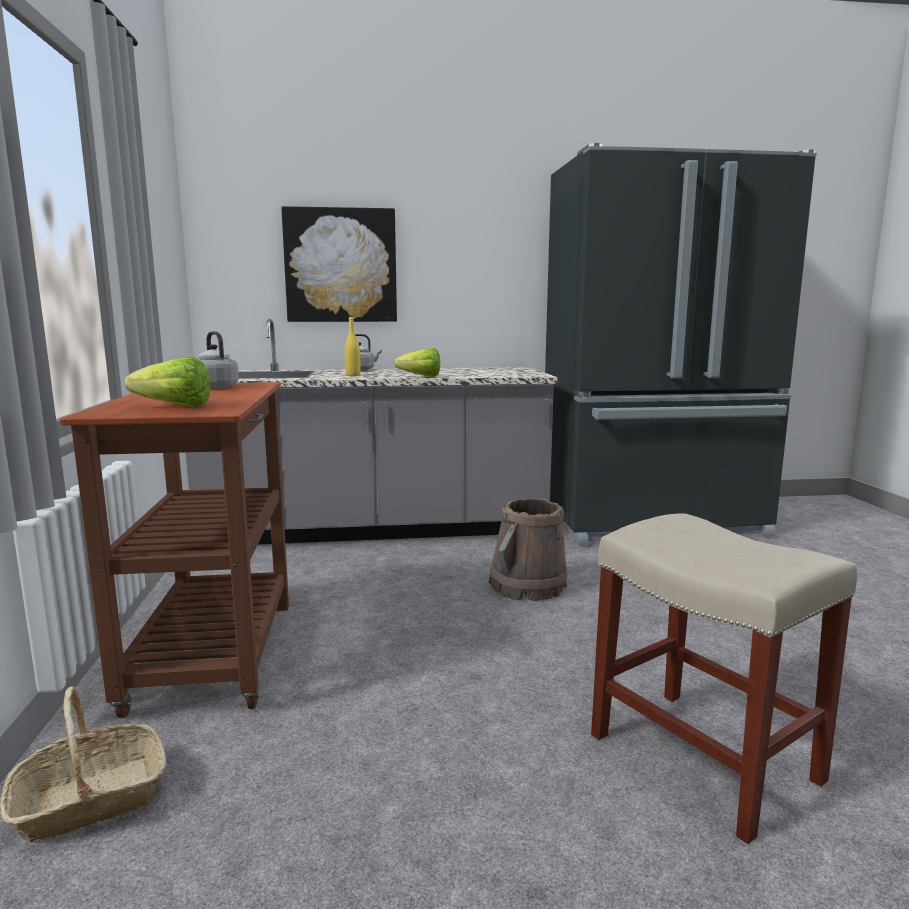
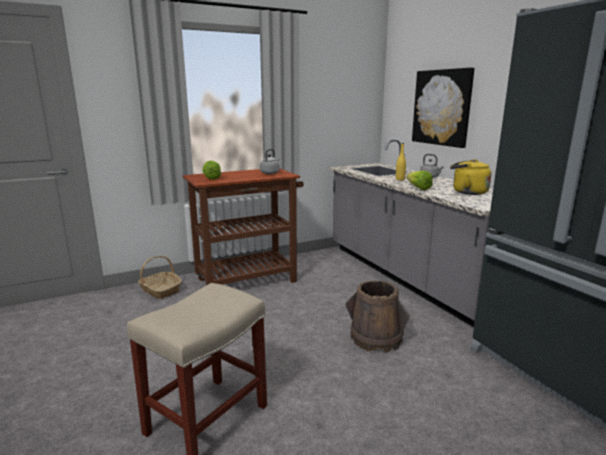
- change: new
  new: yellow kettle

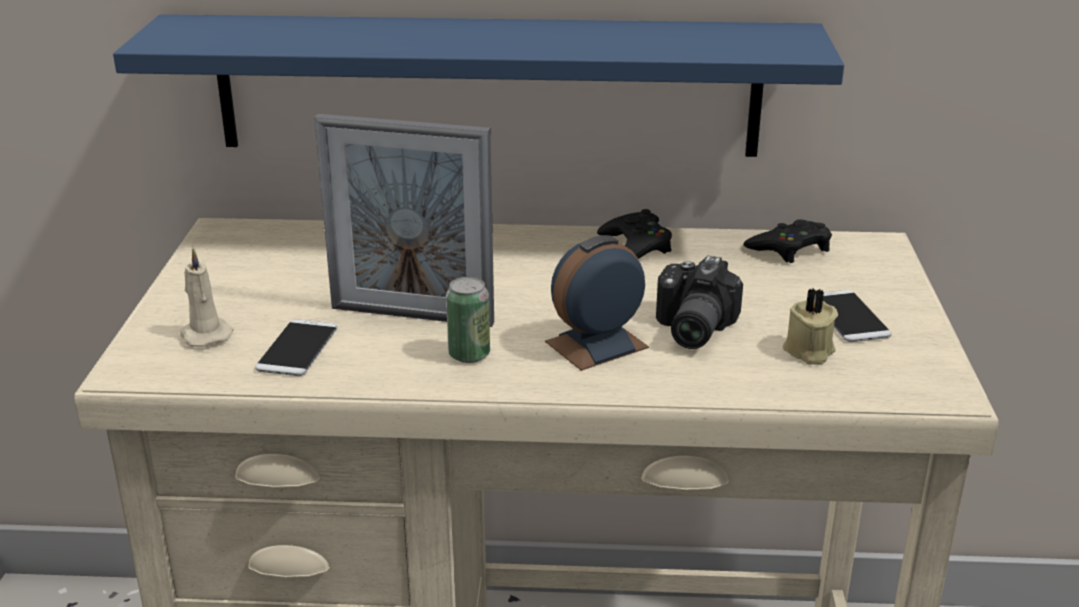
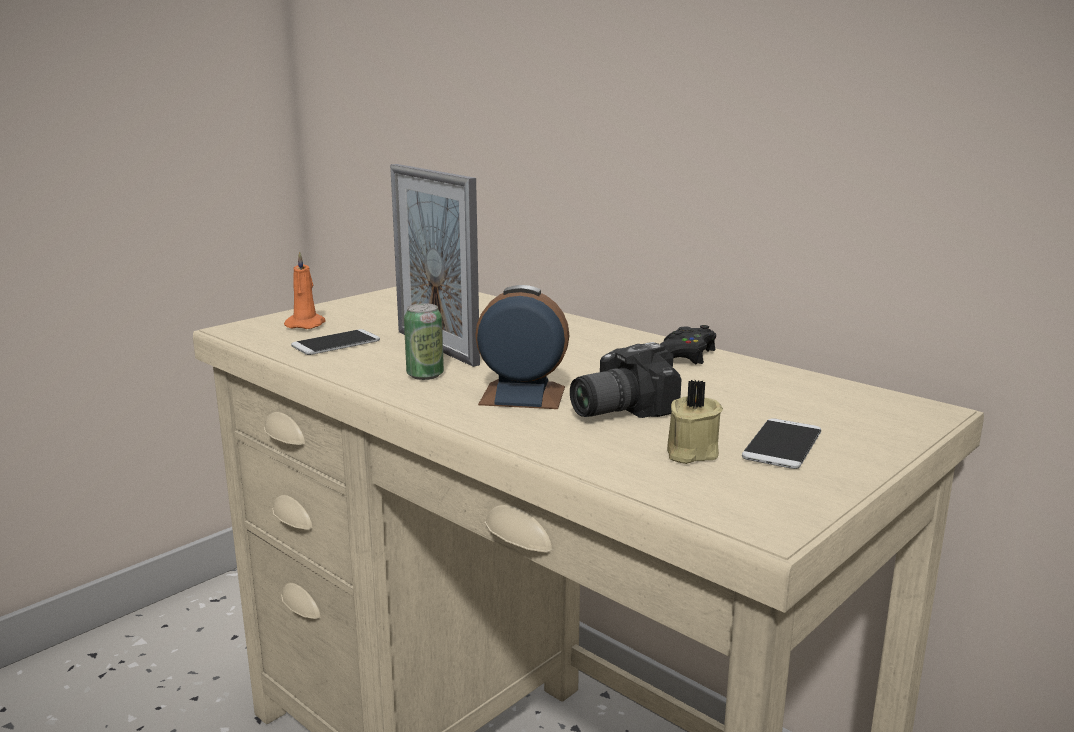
- change: gone
  old: blue shelf
- change: repainted
  old: beige candle (no. 1 from left)
  new: orange candle
- change: gone
  old: black game controller (no. 2 from left)

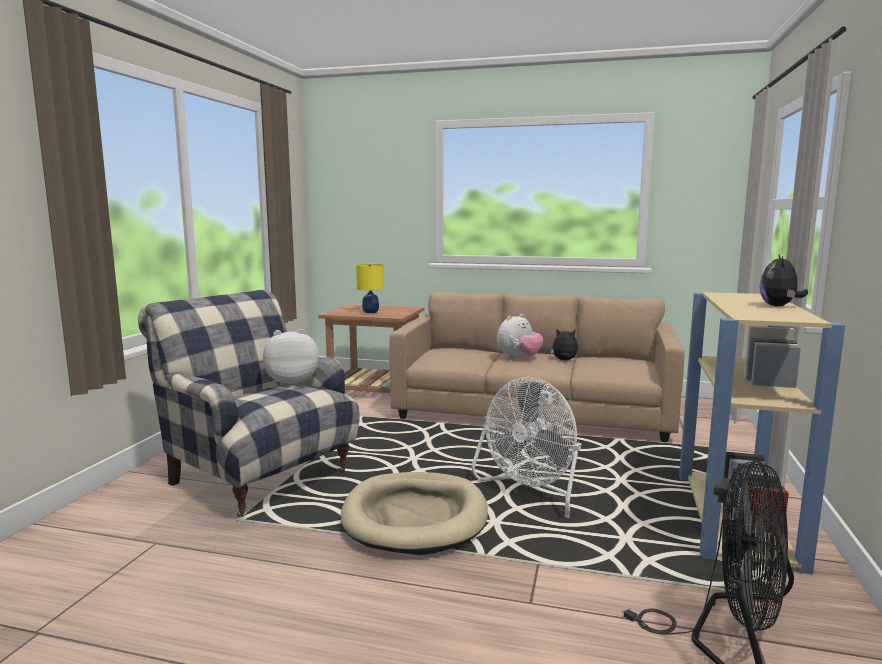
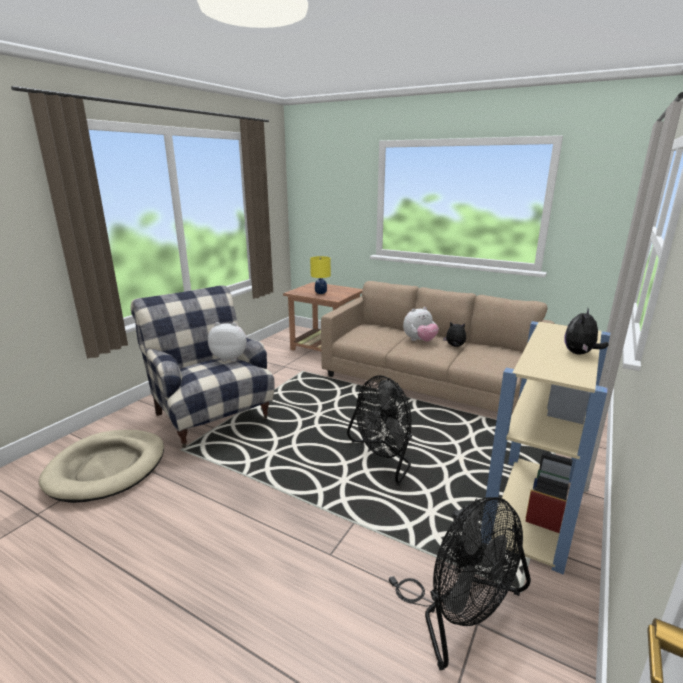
- change: shifted
  old: beige dog bed
- change: repainted
  old: white fan
  new: black fan (no. 1 from left)

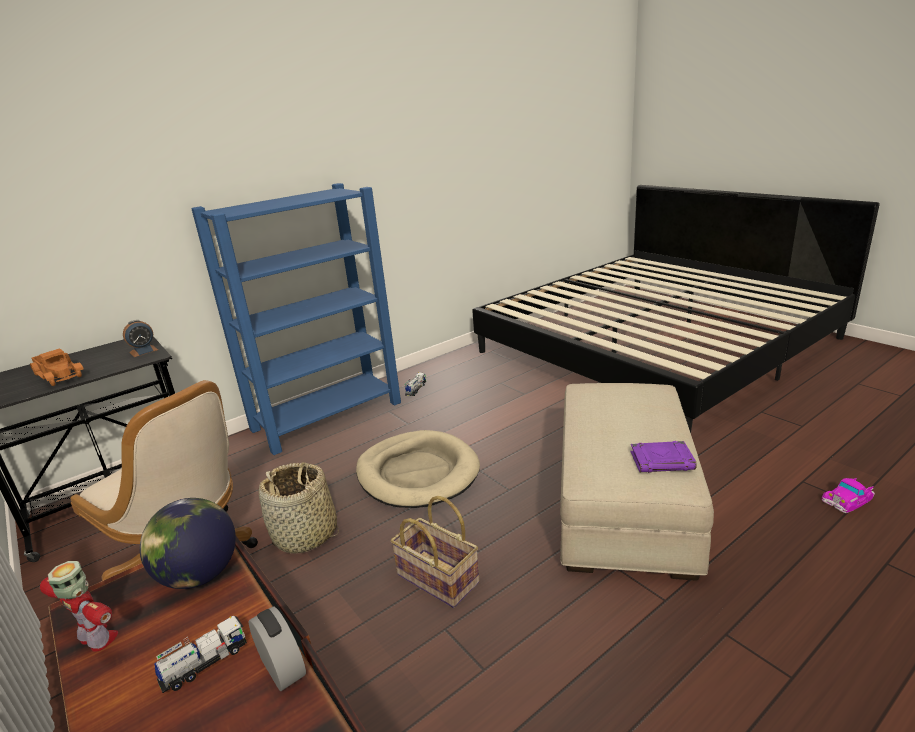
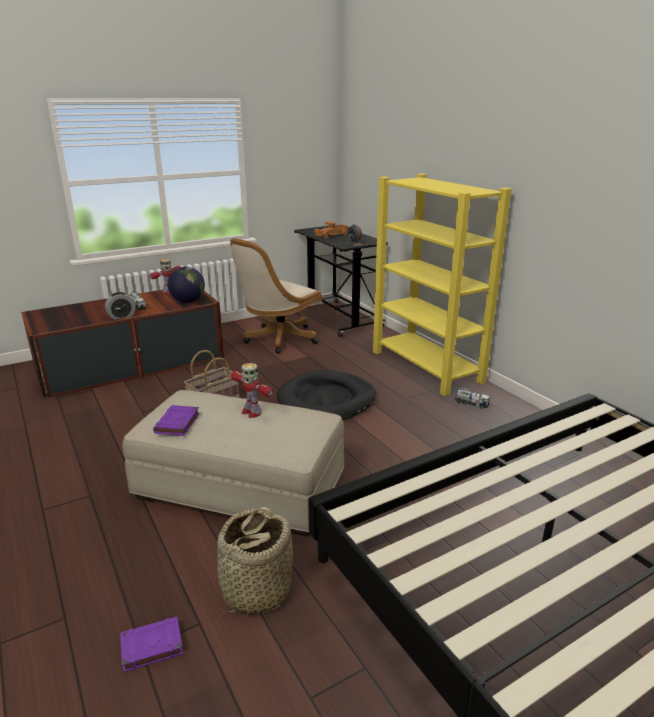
- change: repainted
  old: blue bookcase
  new: yellow bookcase
- change: shifted
  old: basket (no. 1 from left in the first image)
  new: basket (no. 2 from left)
- change: repainted
  old: beige dog bed
  new: black dog bed
- change: swapped
  old: toy car
  new: purple book (no. 1 from left)
- change: new
  new: toy robot (no. 2 from left)

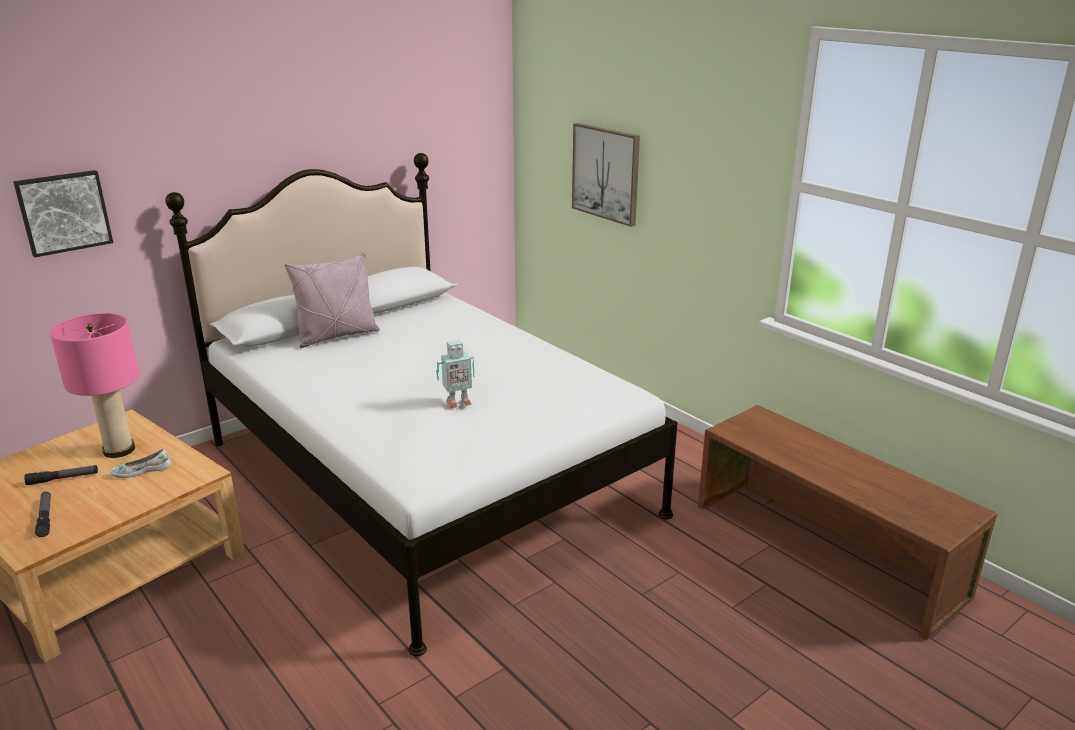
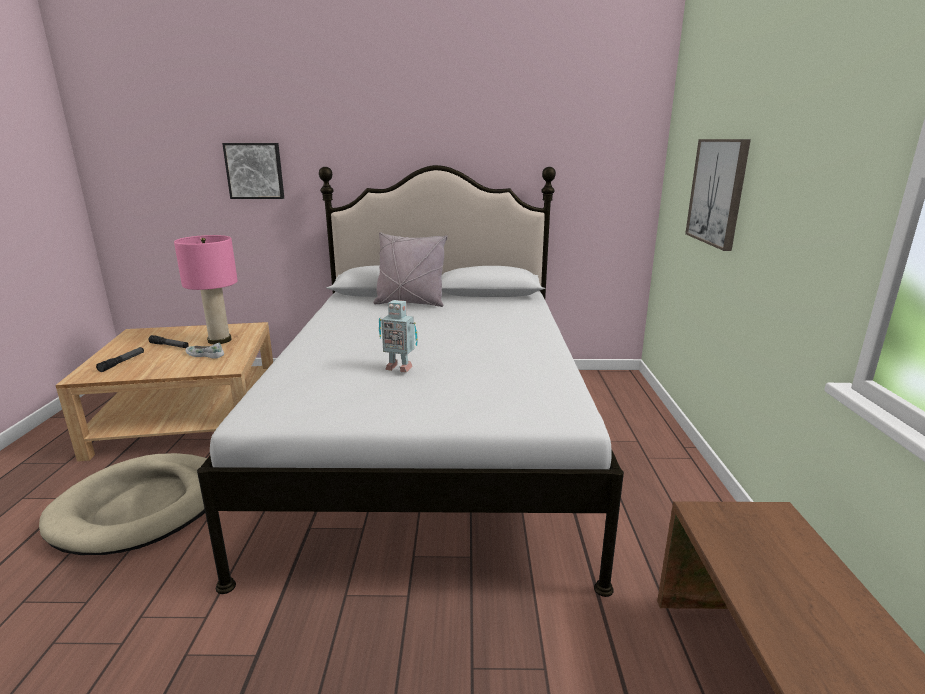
- change: new
  new: beige dog bed

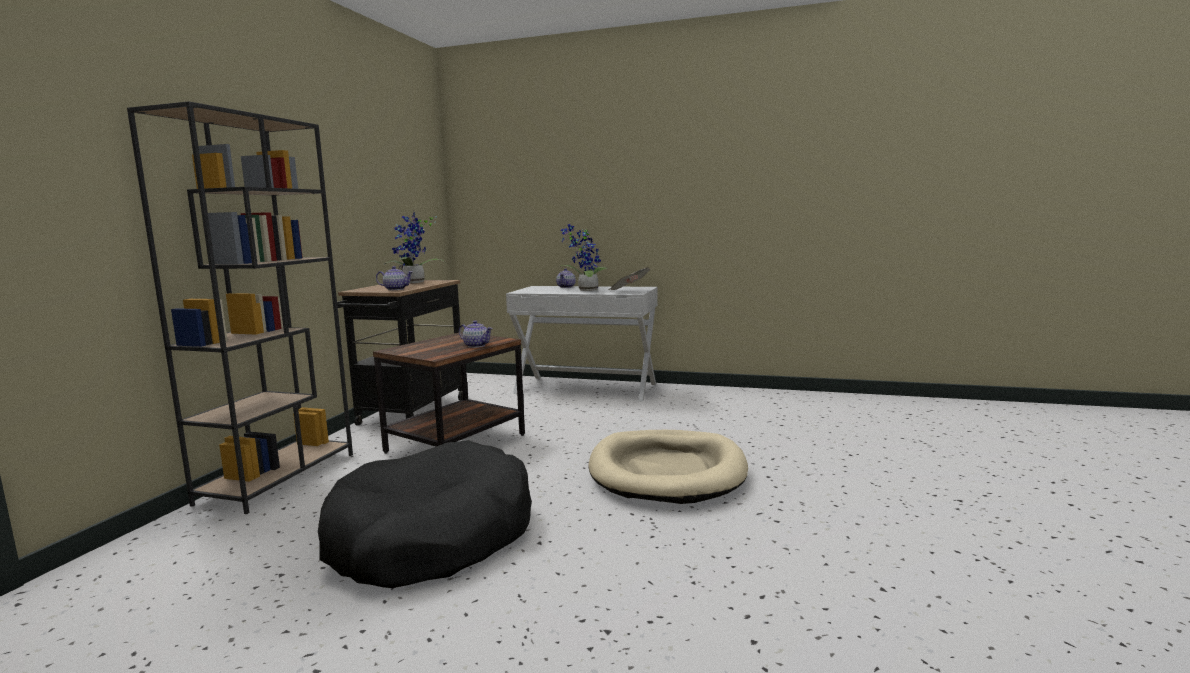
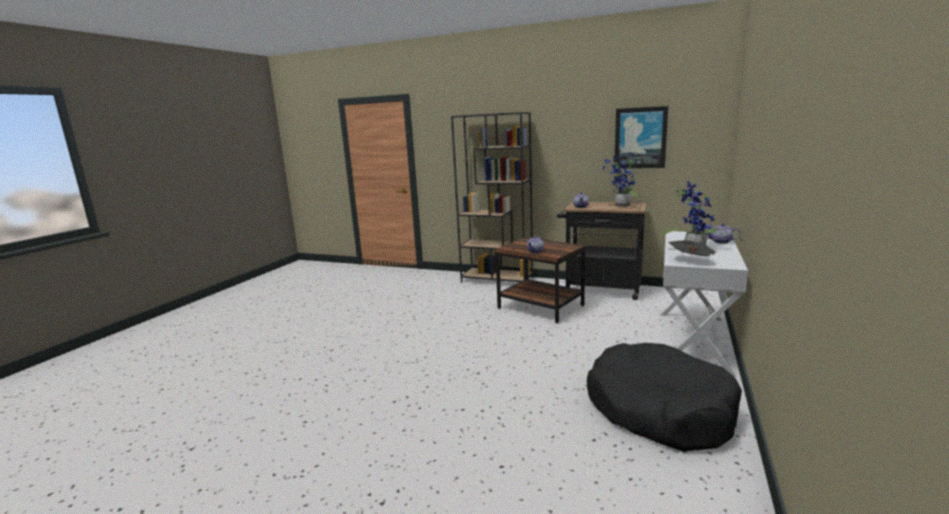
- change: shifted
  old: black dog bed
- change: gone
  old: beige dog bed
- change: new
  new: picture

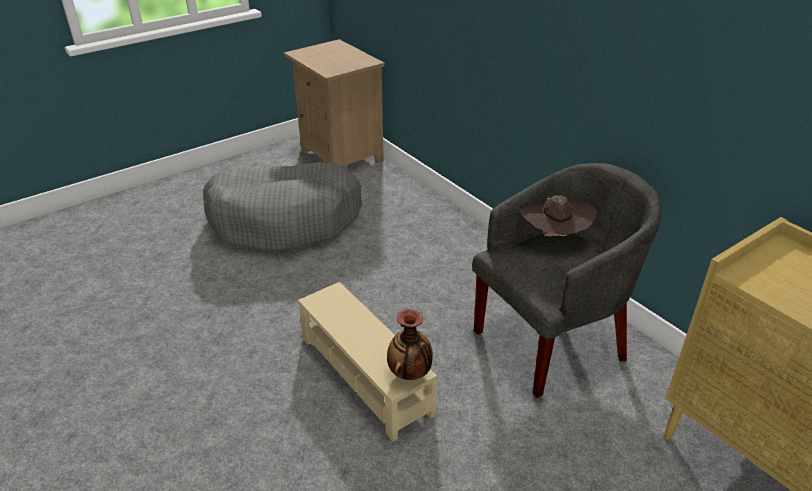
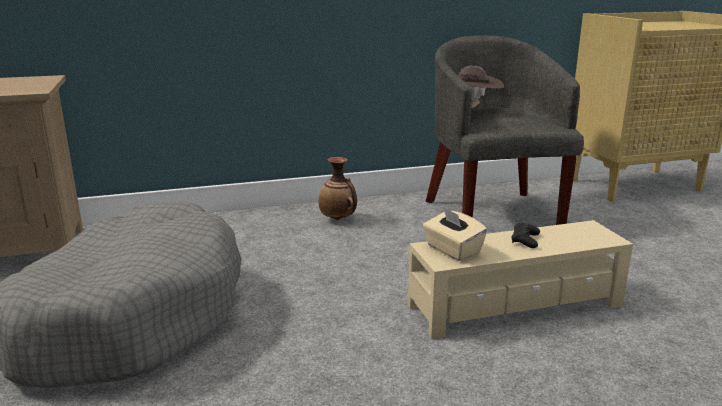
- change: shifted
  old: vase
- change: new
  new: beige tissue box
- change: new
  new: black game controller

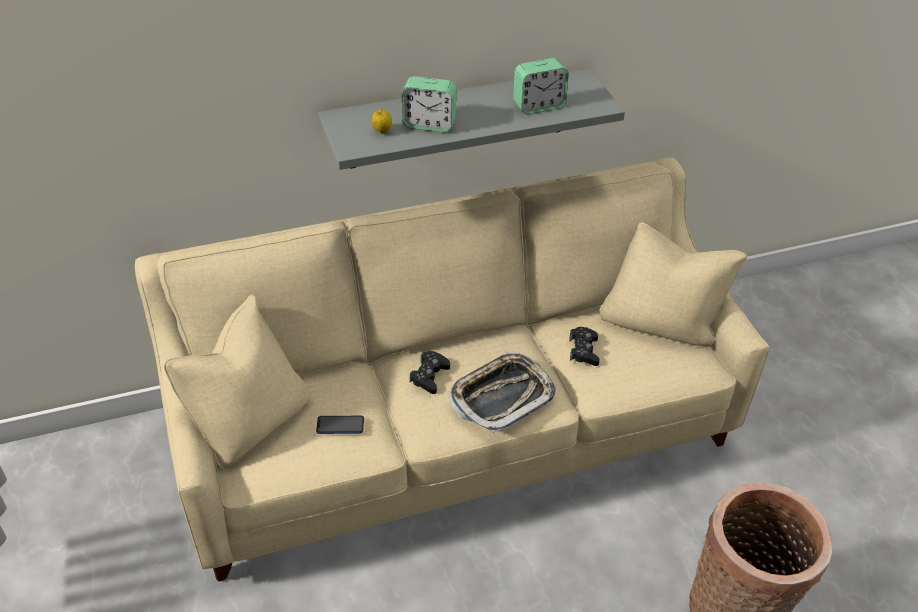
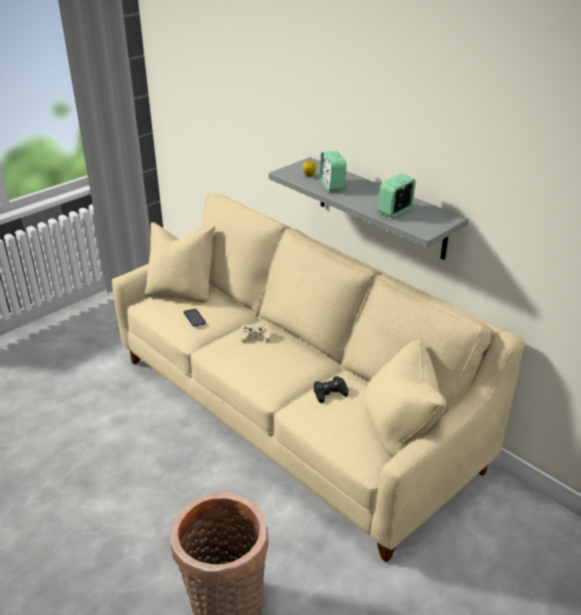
- change: repainted
  old: black game controller (no. 1 from left)
  new: beige game controller
- change: gone
  old: tray
- change: rotated
  old: alarm clock (no. 2 from left)
  degrees: 90

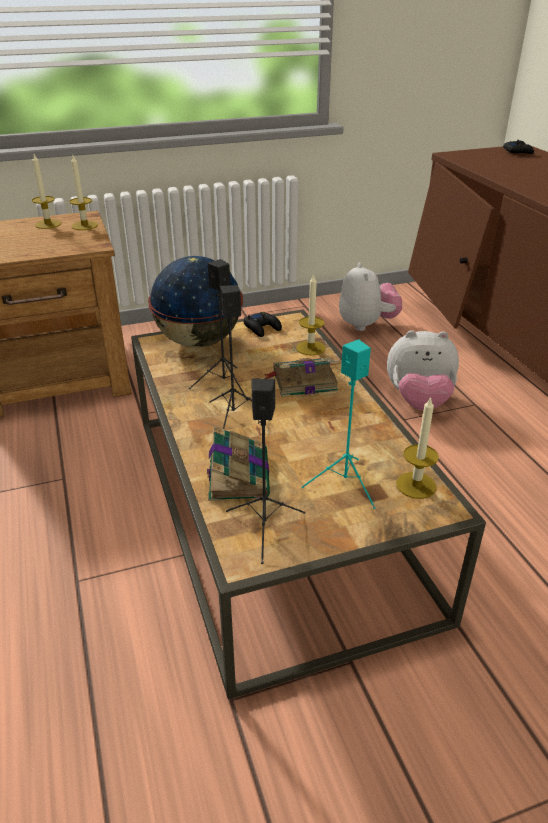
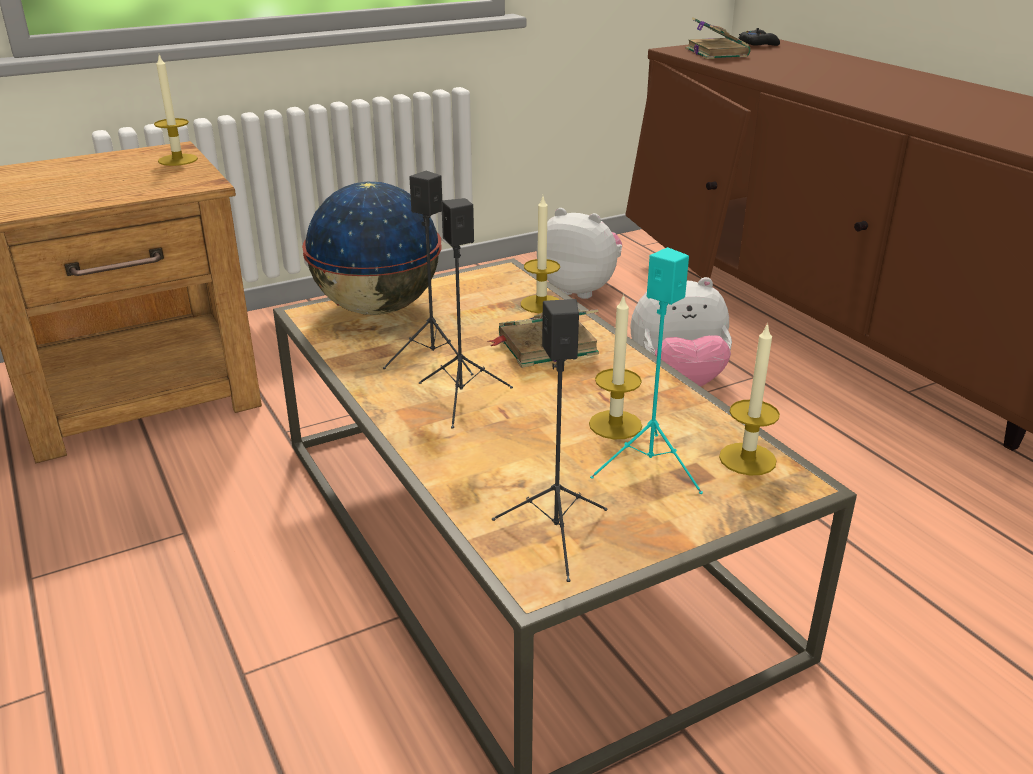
- change: shifted
  old: candle (no. 1 from left in the first image)
  new: candle (no. 3 from left)
- change: shifted
  old: book (no. 1 from left in the first image)
  new: book (no. 2 from left)
- change: gone
  old: black game controller (no. 1 from left)
- change: rotated
  old: plush toy (no. 1 from left)
  degrees: -45

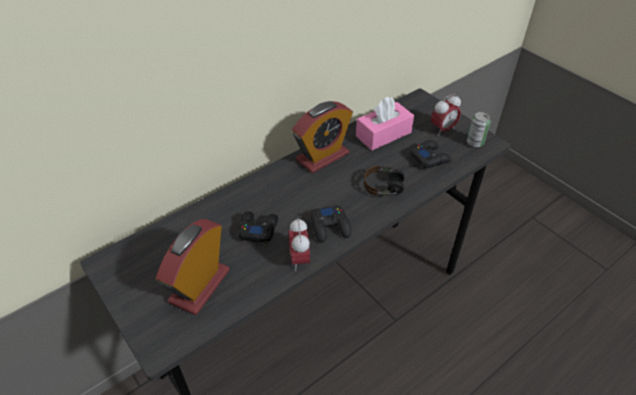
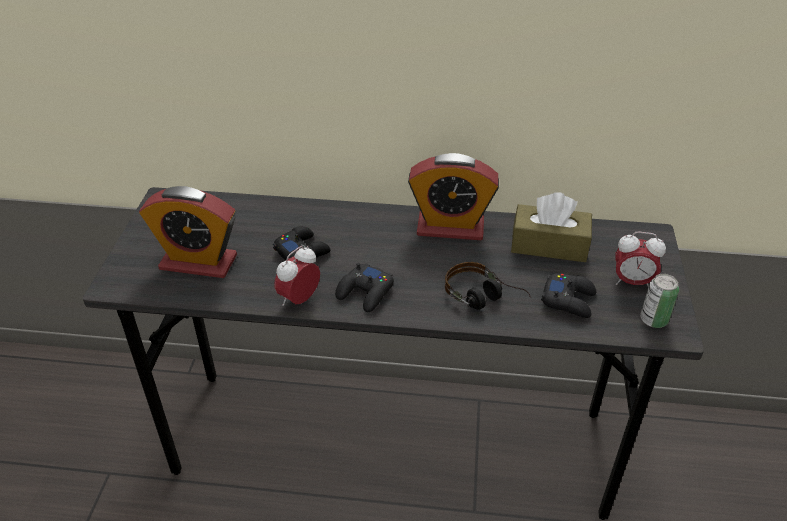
- change: rotated
  old: alarm clock (no. 1 from left)
  degrees: -150
- change: repainted
  old: pink tissue box
  new: brown tissue box

